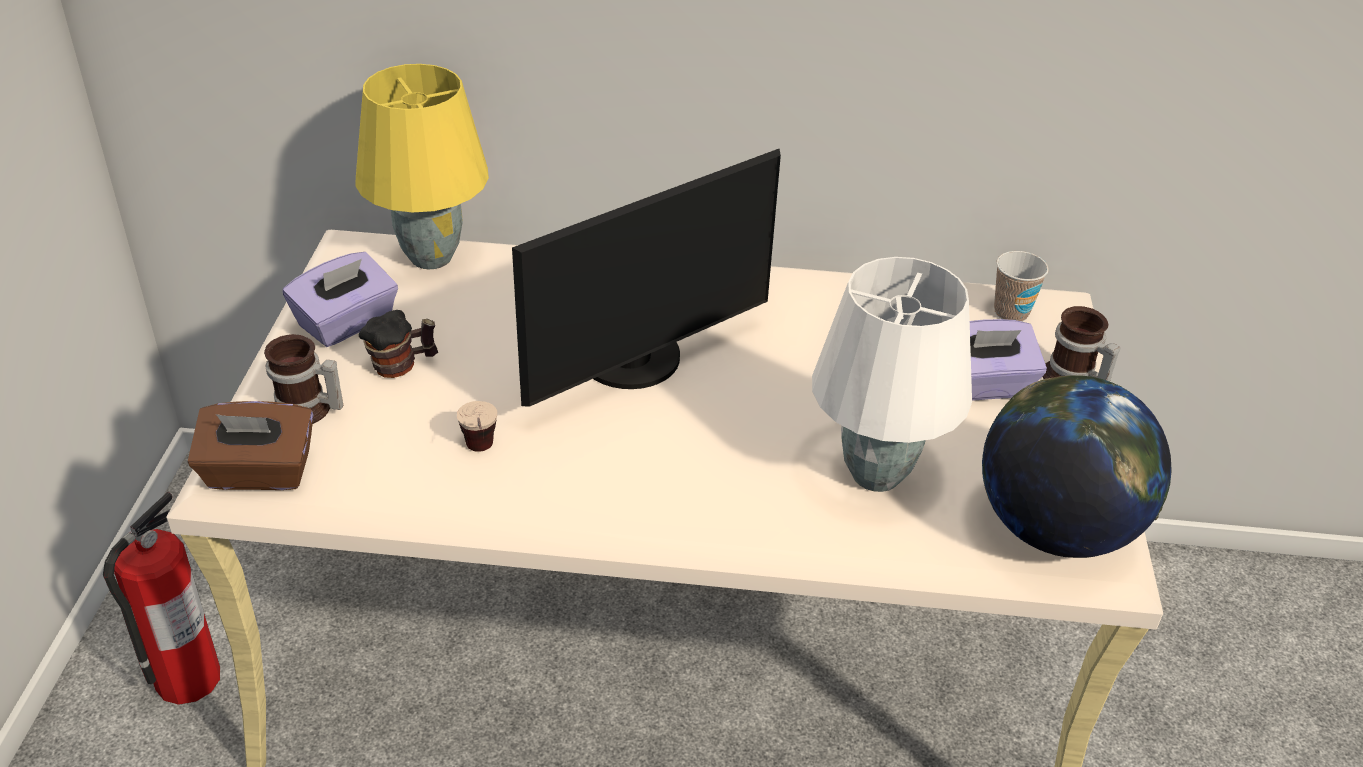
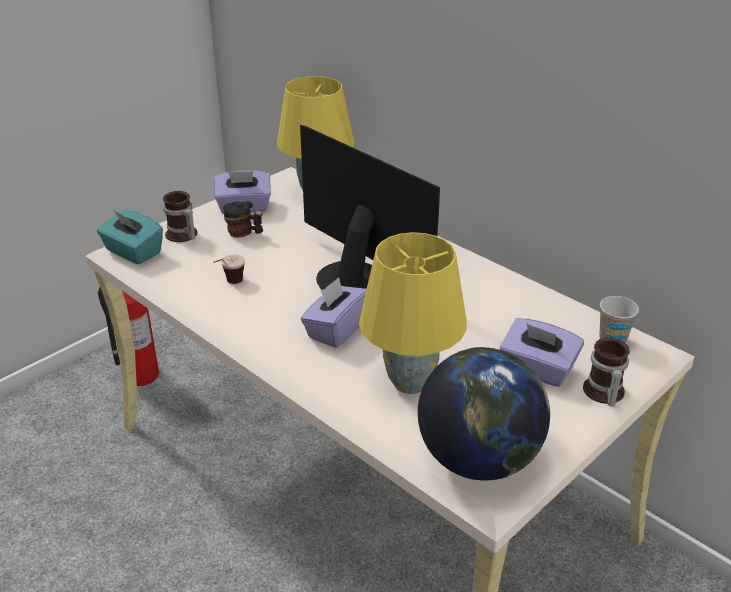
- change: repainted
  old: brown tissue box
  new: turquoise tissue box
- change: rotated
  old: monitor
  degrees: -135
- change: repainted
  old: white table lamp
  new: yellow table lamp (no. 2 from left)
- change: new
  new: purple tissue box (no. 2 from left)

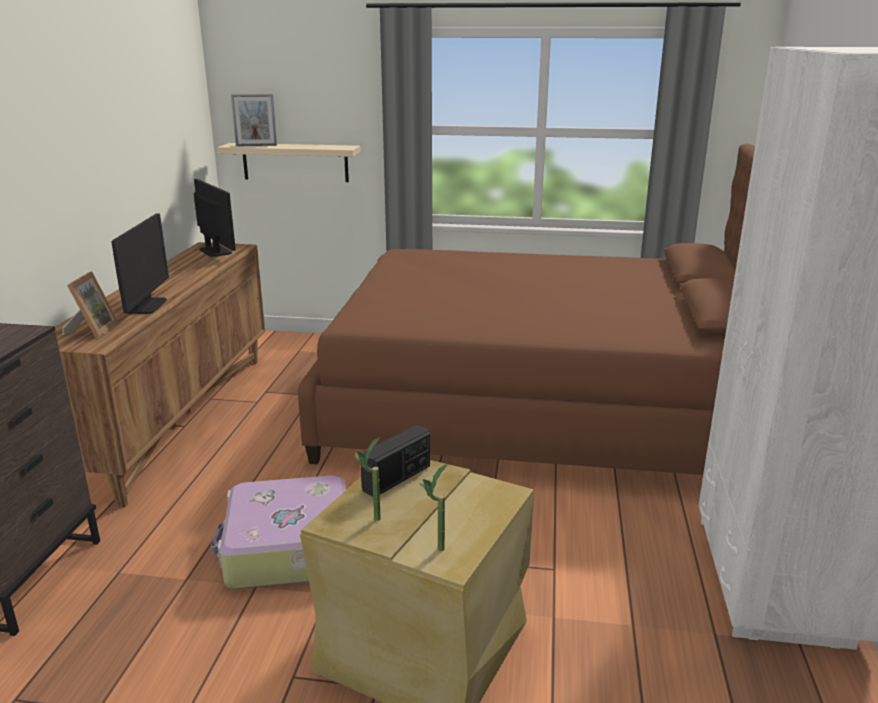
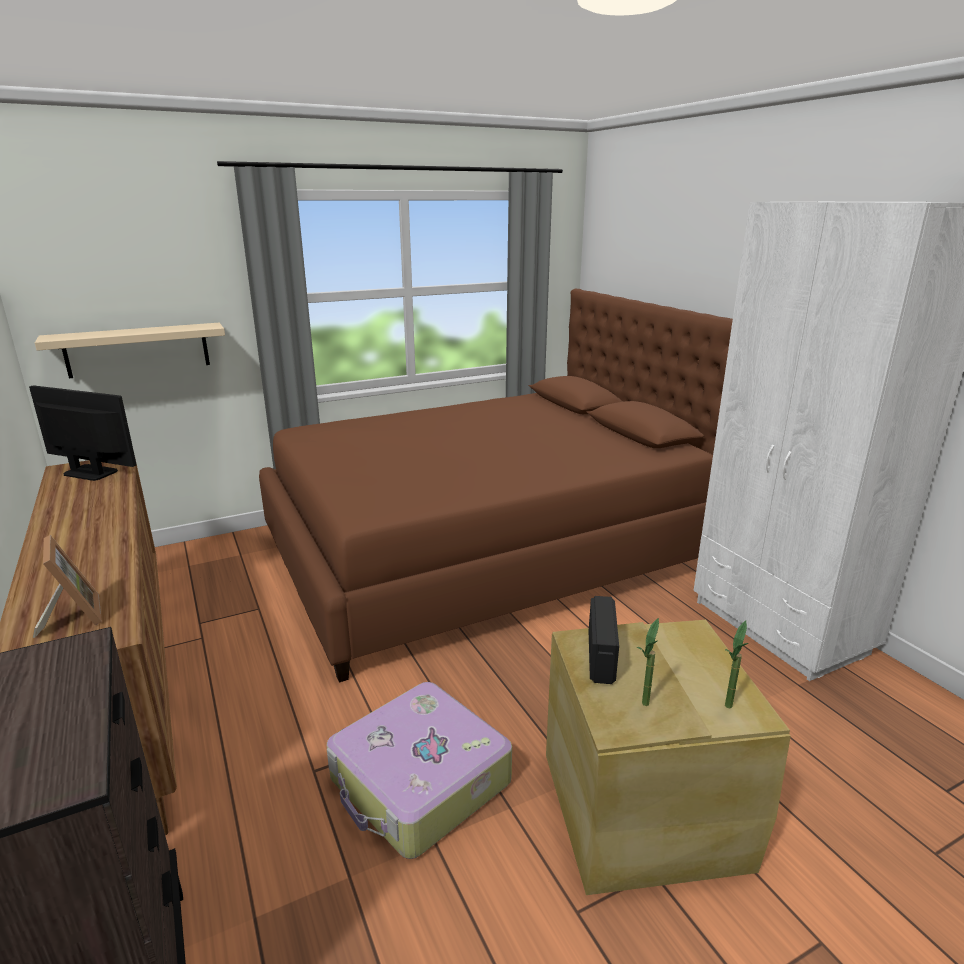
- change: gone
  old: monitor (no. 1 from left)
- change: gone
  old: picture frame (no. 2 from left)

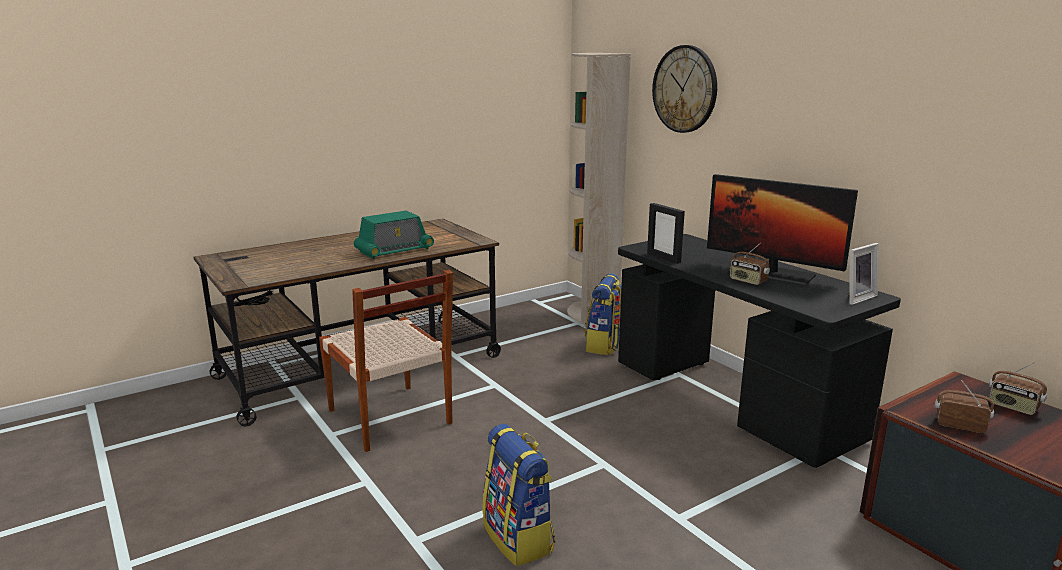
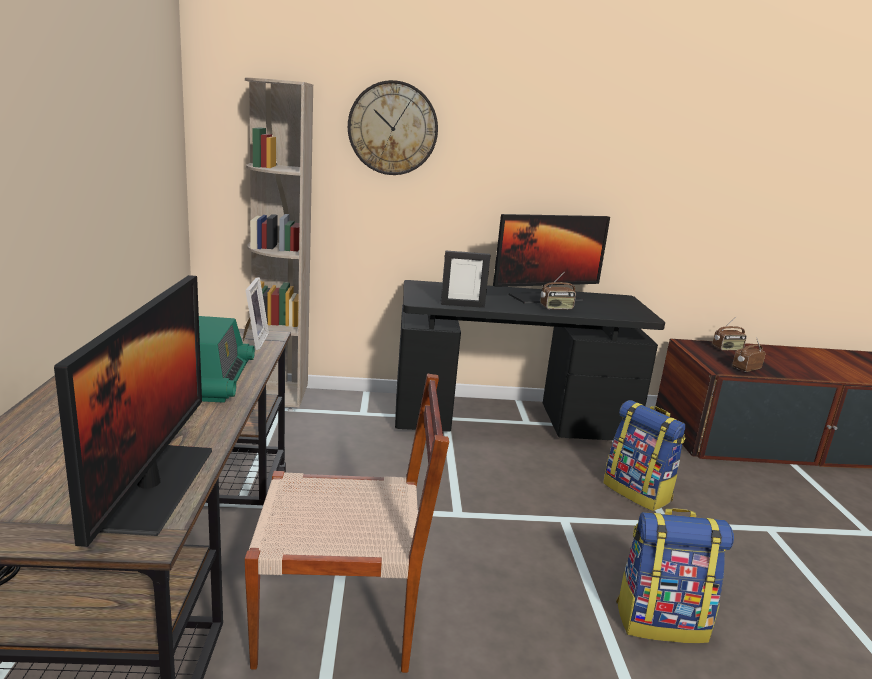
- change: shifted
  old: backpack (no. 2 from left in the first image)
  new: backpack (no. 1 from left)
- change: shifted
  old: picture frame (no. 2 from left in the first image)
  new: picture frame (no. 1 from left)
- change: new
  new: monitor (no. 1 from left)

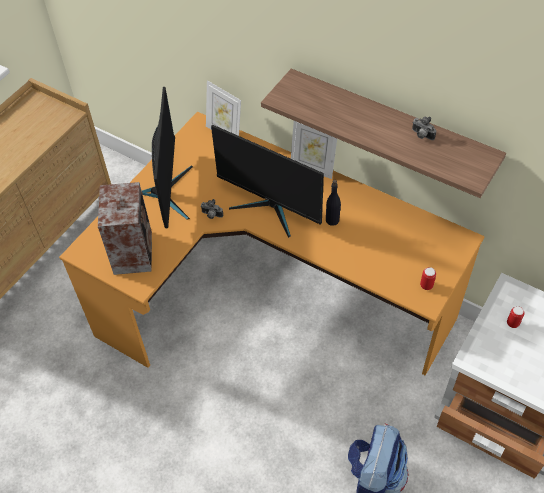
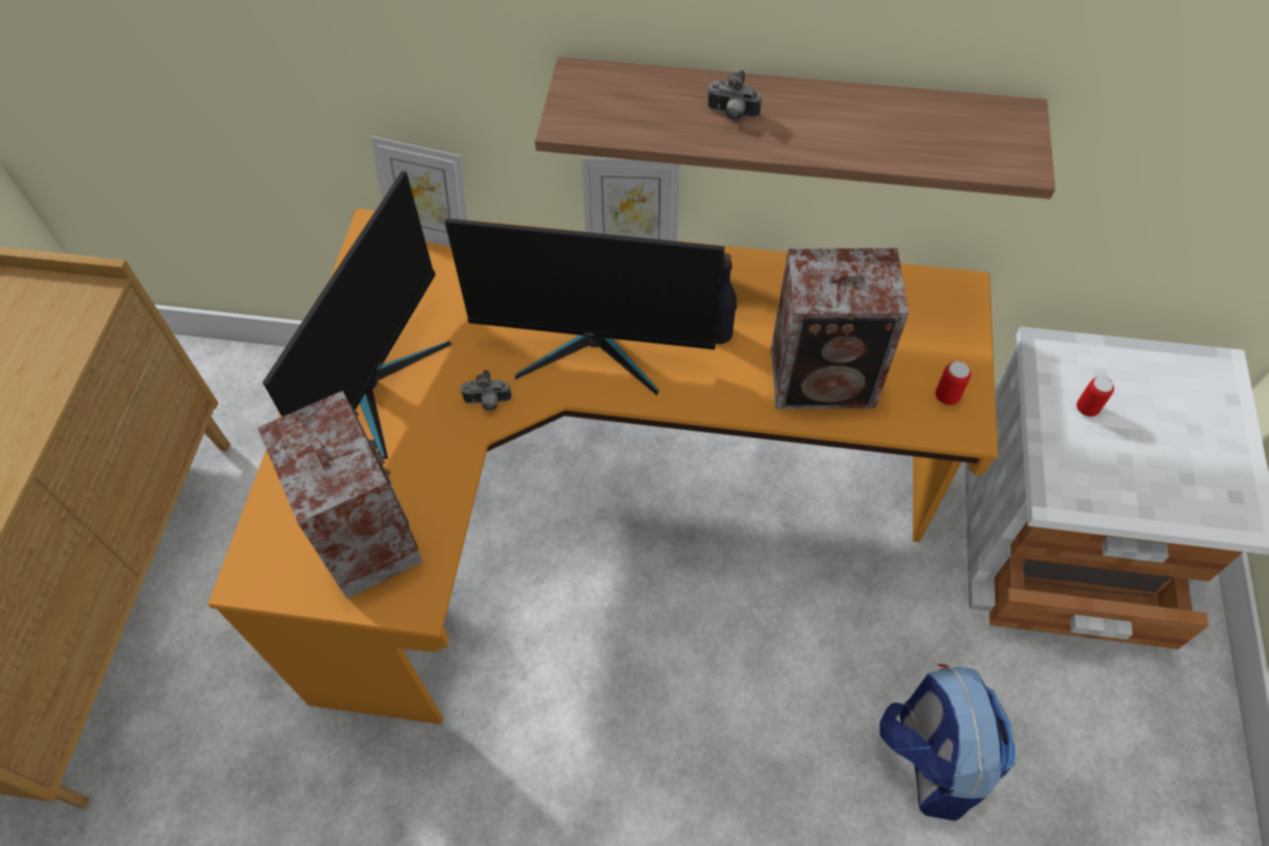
- change: rotated
  old: monitor (no. 1 from left)
  degrees: 45
- change: shifted
  old: photo camera (no. 2 from left)
- change: new
  new: speaker (no. 2 from left)

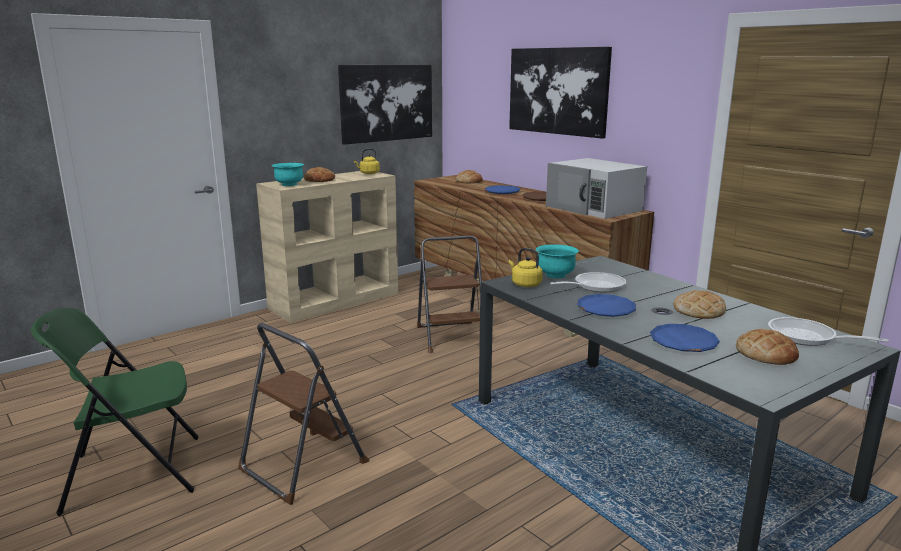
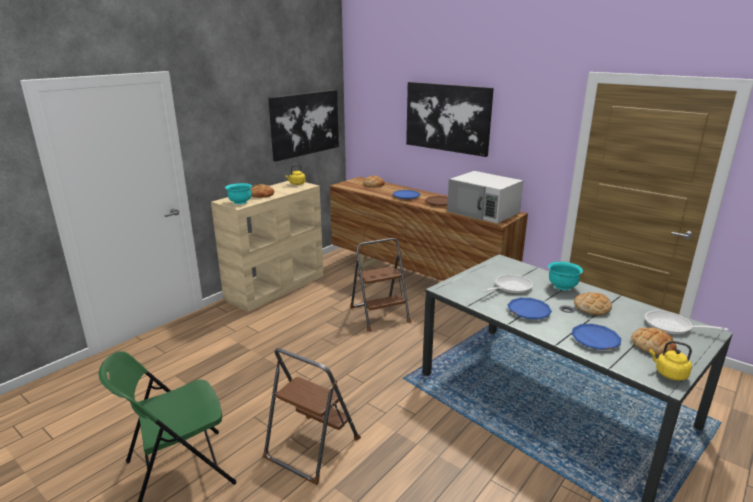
- change: shifted
  old: yellow kettle (no. 2 from left)
- change: shifted
  old: turquoise bowl (no. 2 from left)

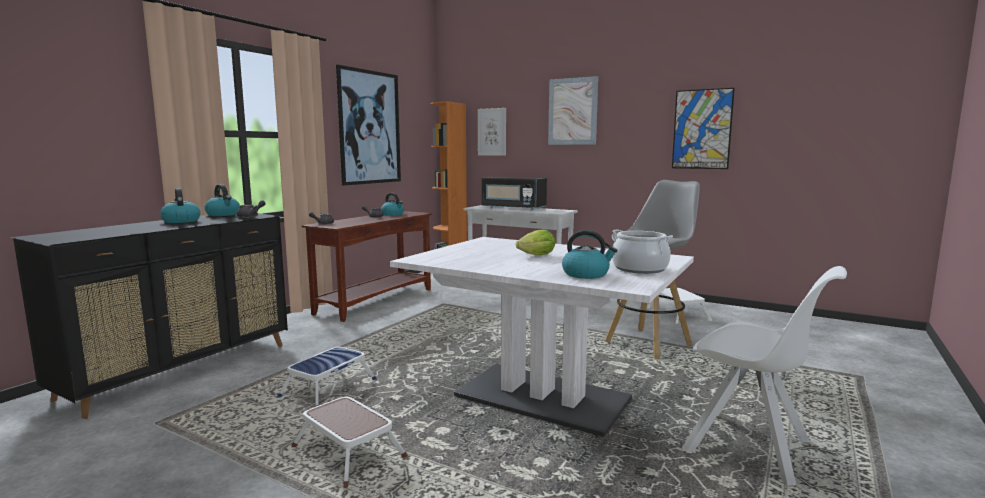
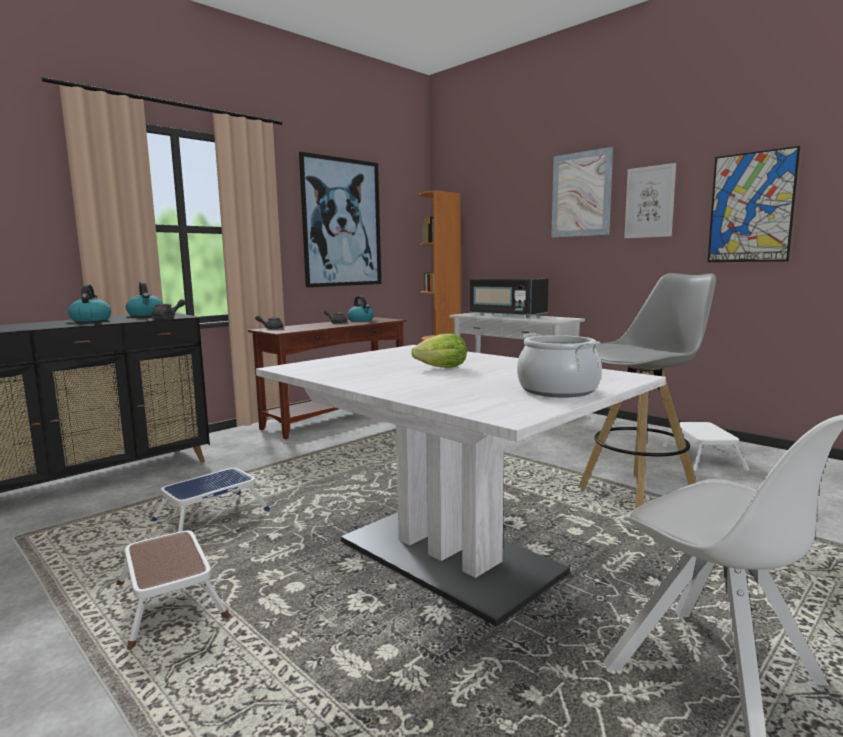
- change: shifted
  old: picture (no. 2 from left in the first image)
  new: picture (no. 3 from left)
- change: gone
  old: kettle (no. 4 from left)

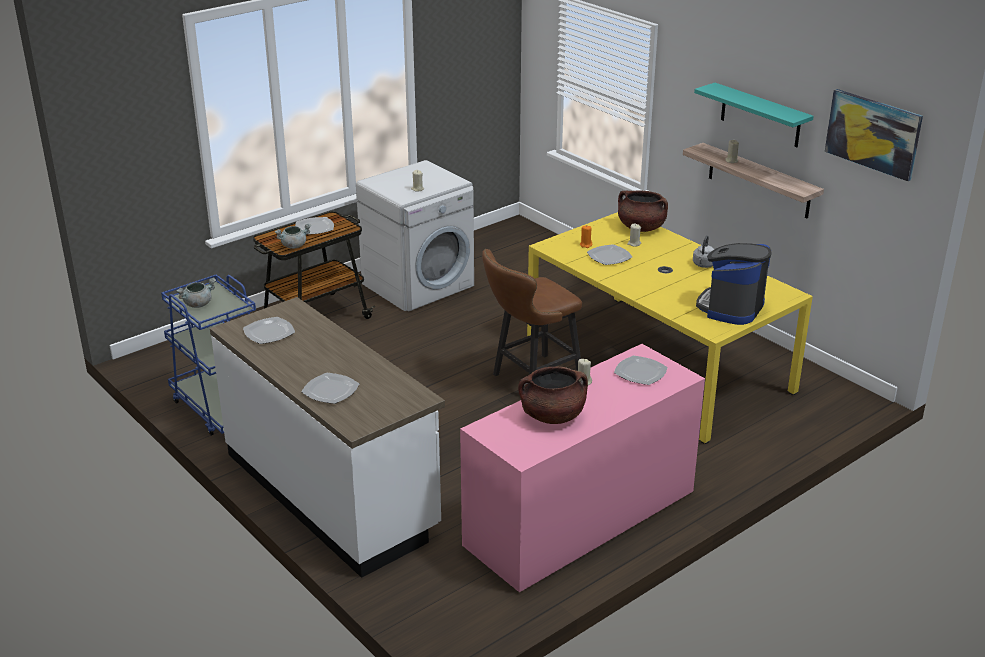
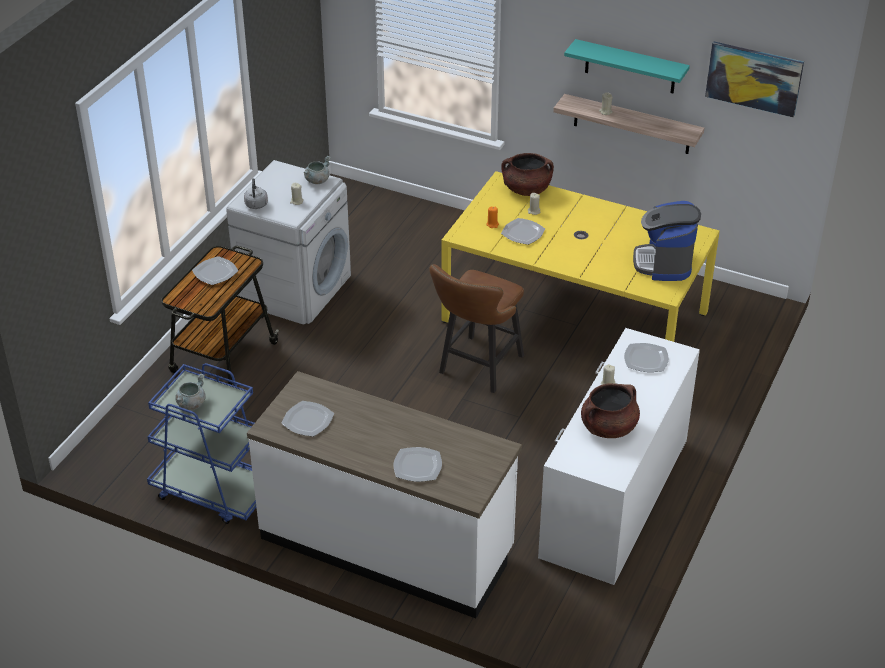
- change: shifted
  old: grey cooking pot (no. 2 from left)
- change: repainted
  old: pink dresser
  new: white dresser
- change: shifted
  old: grey kettle

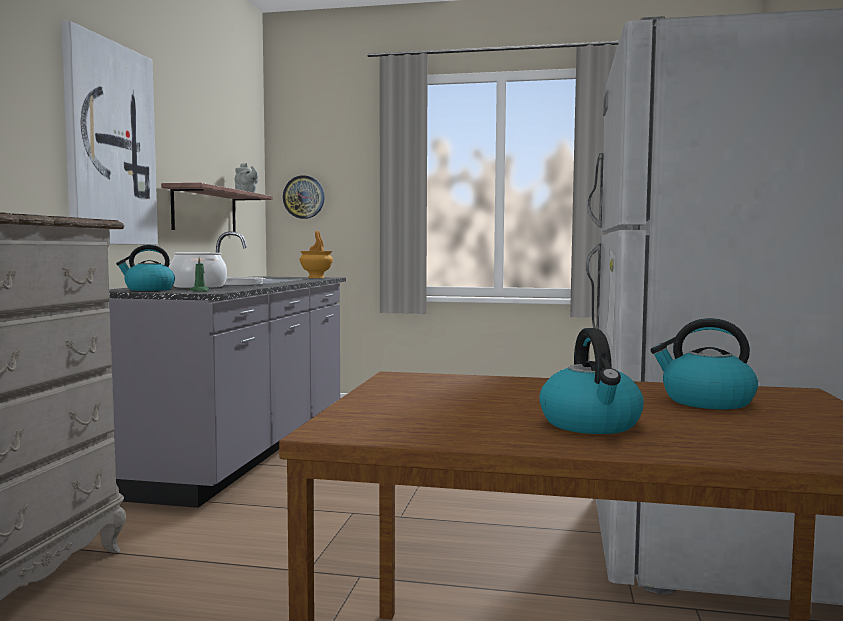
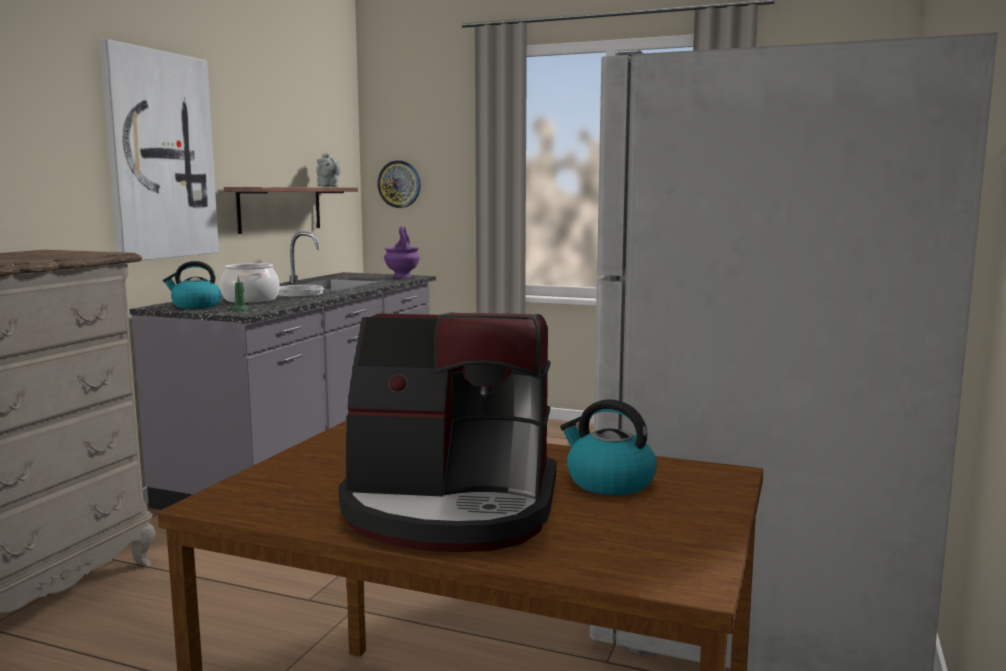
- change: repainted
  old: brown vase
  new: purple vase
- change: swapped
  old: kettle (no. 2 from left)
  new: coffee machine

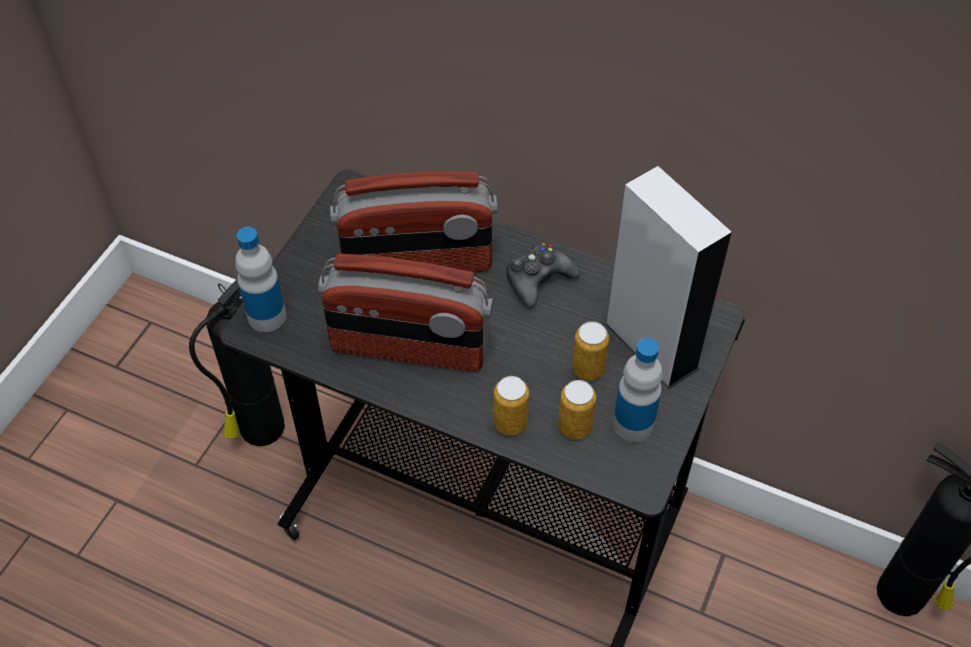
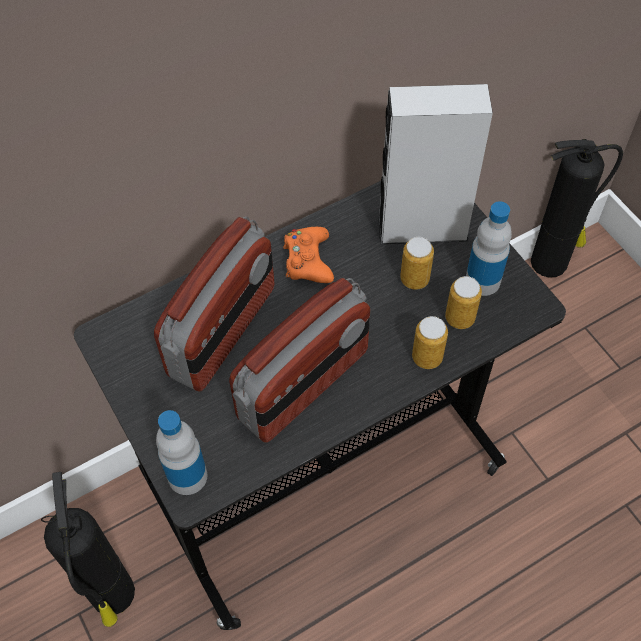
- change: repainted
  old: black game controller
  new: orange game controller

